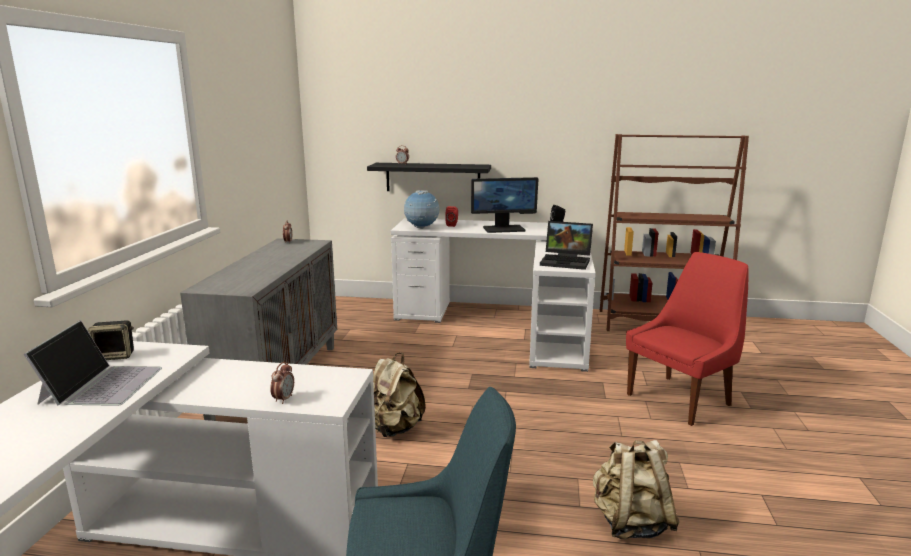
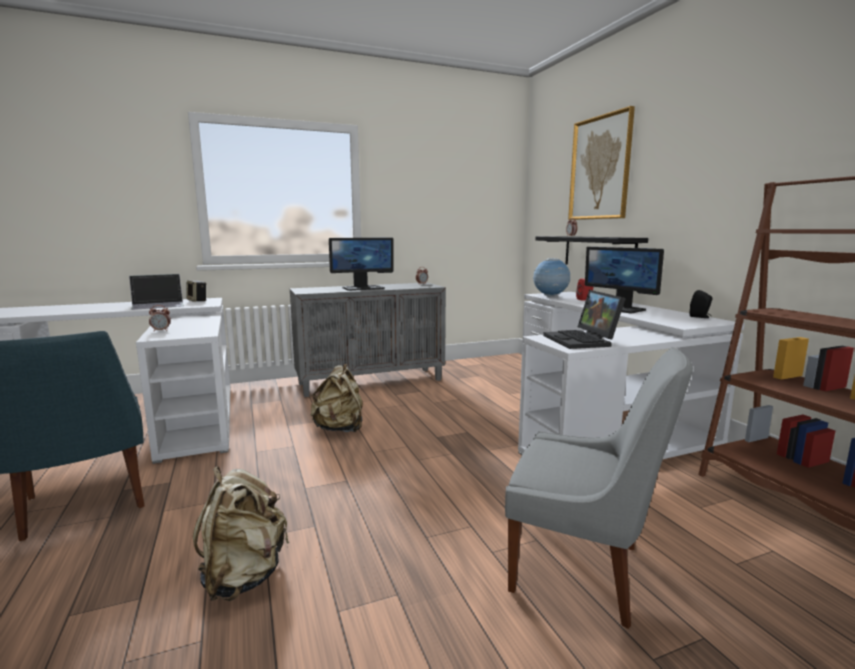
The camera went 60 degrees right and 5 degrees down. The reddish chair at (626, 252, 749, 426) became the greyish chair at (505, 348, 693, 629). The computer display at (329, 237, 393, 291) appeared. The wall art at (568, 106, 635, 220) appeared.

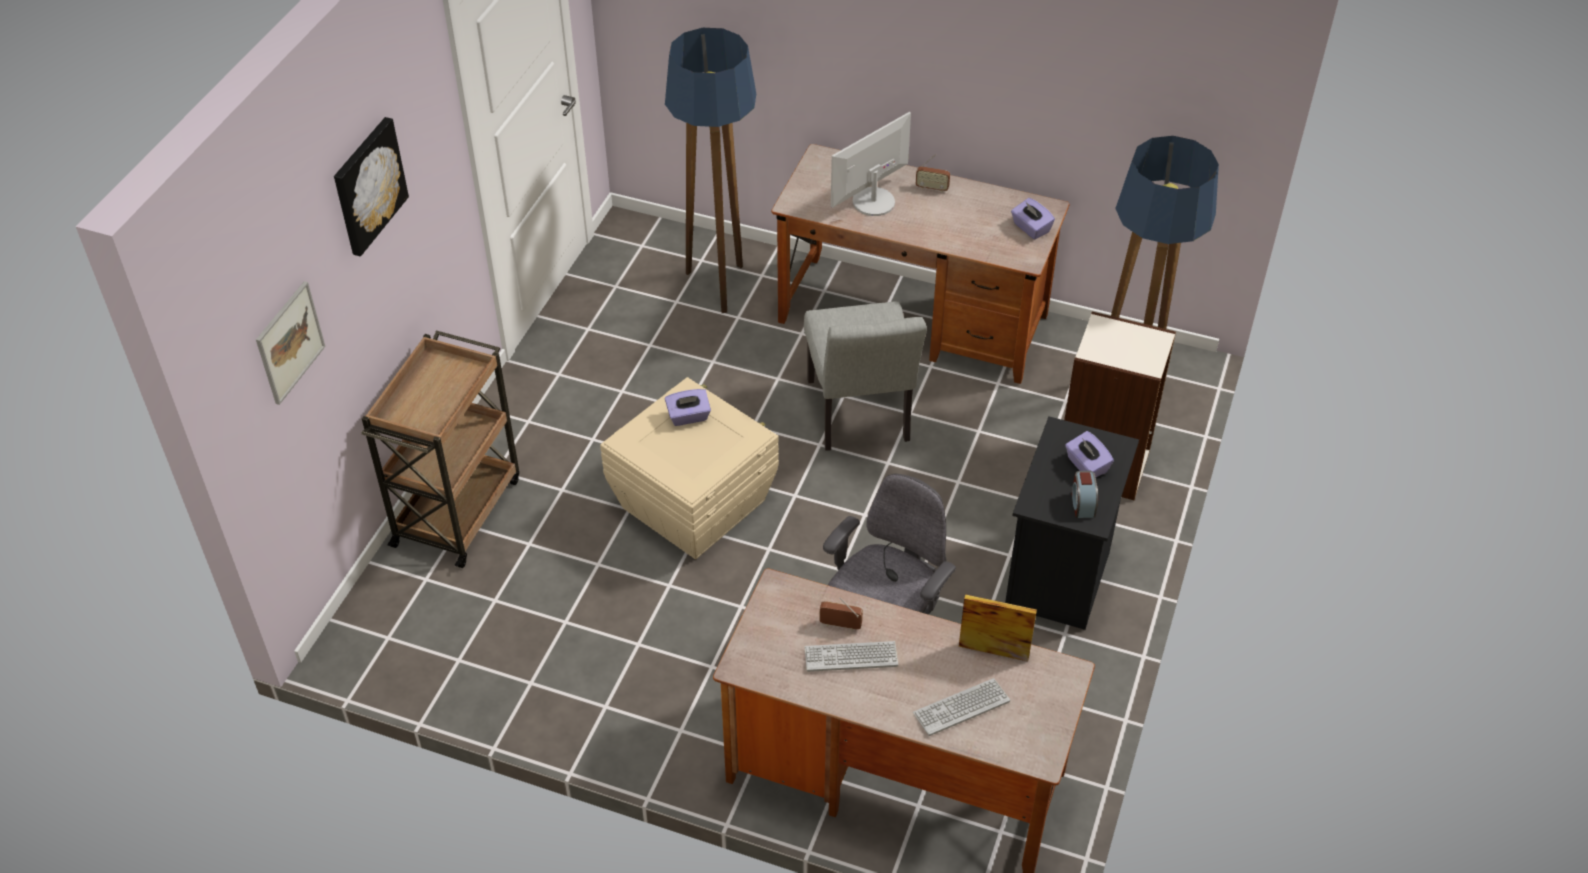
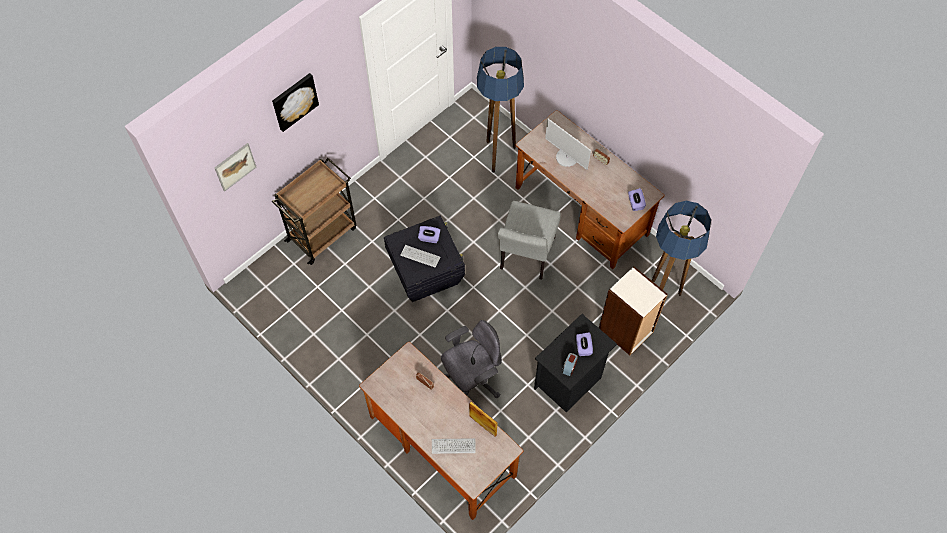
The camera went 25 degrees right and 15 degrees up. The beige storage container at (600, 377, 779, 559) became the black storage container at (384, 216, 465, 302). The PC keyboard moved from (804, 641, 898, 672) to (400, 245, 440, 267). The computer display at (831, 112, 911, 216) turned 120 degrees counterclockwise.

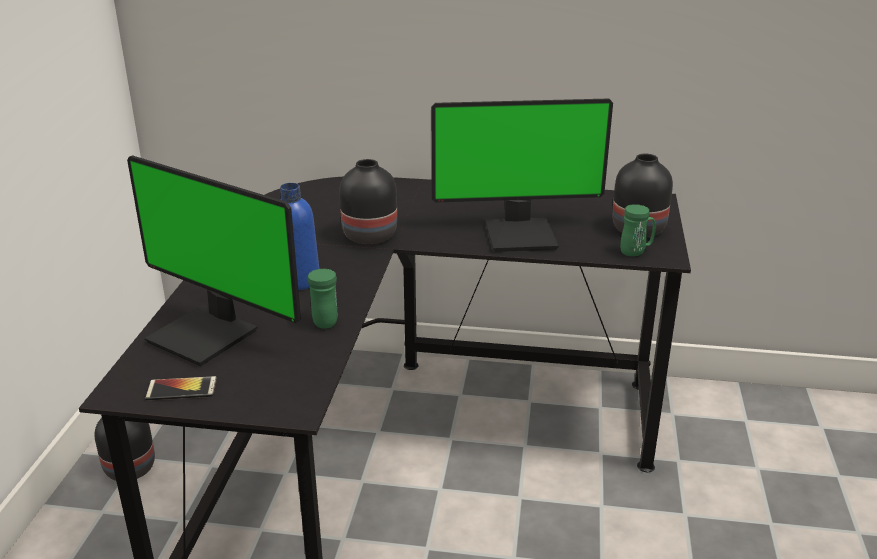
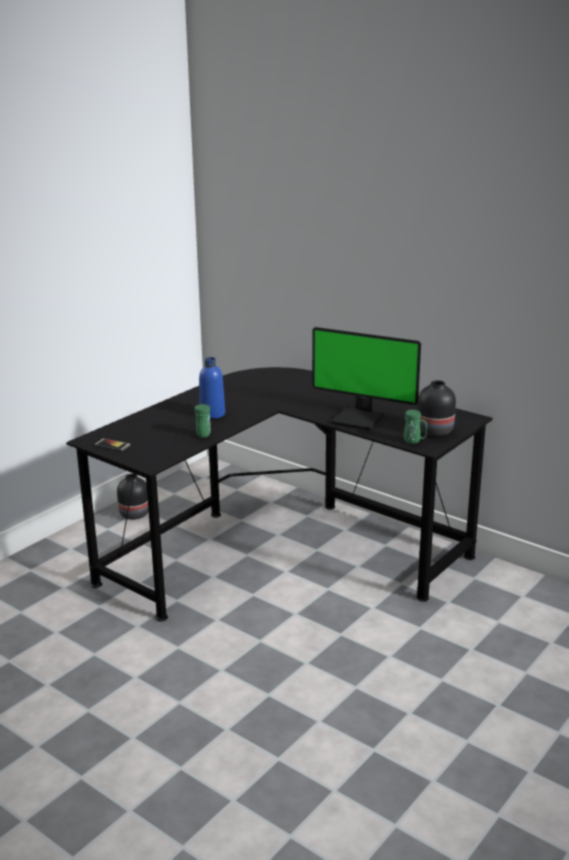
The camera went 30 degrees right and 5 degrees down. The computer display at (127, 155, 301, 366) disappeared. The black decorative vase at (339, 159, 397, 244) disappeared.

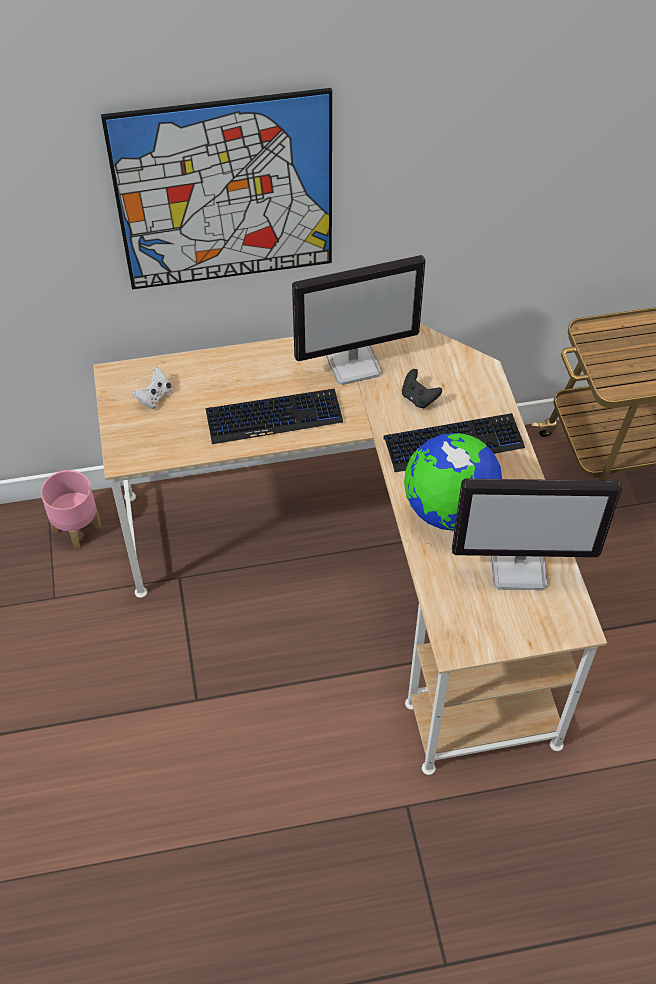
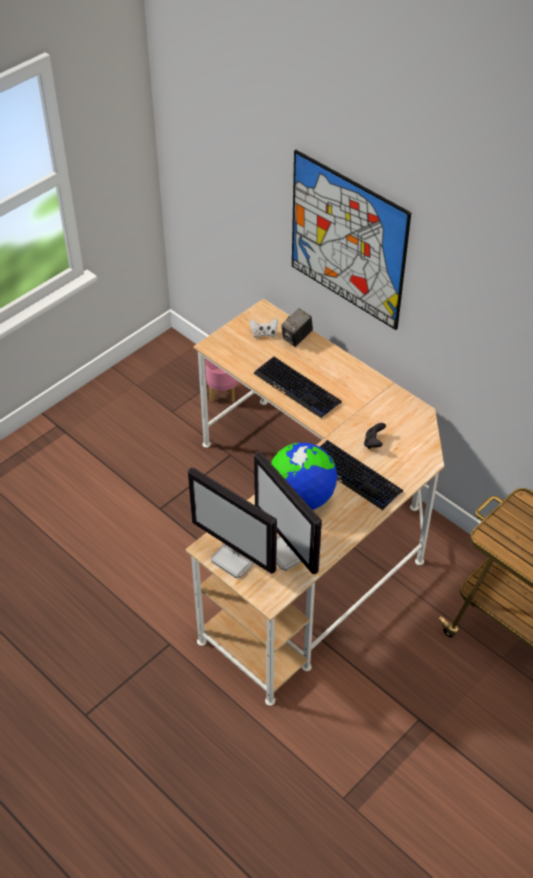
The camera went 55 degrees right and 5 degrees down. The computer display moved from (292, 255, 426, 385) to (188, 467, 277, 578). The photo camera at (282, 308, 313, 347) appeared.

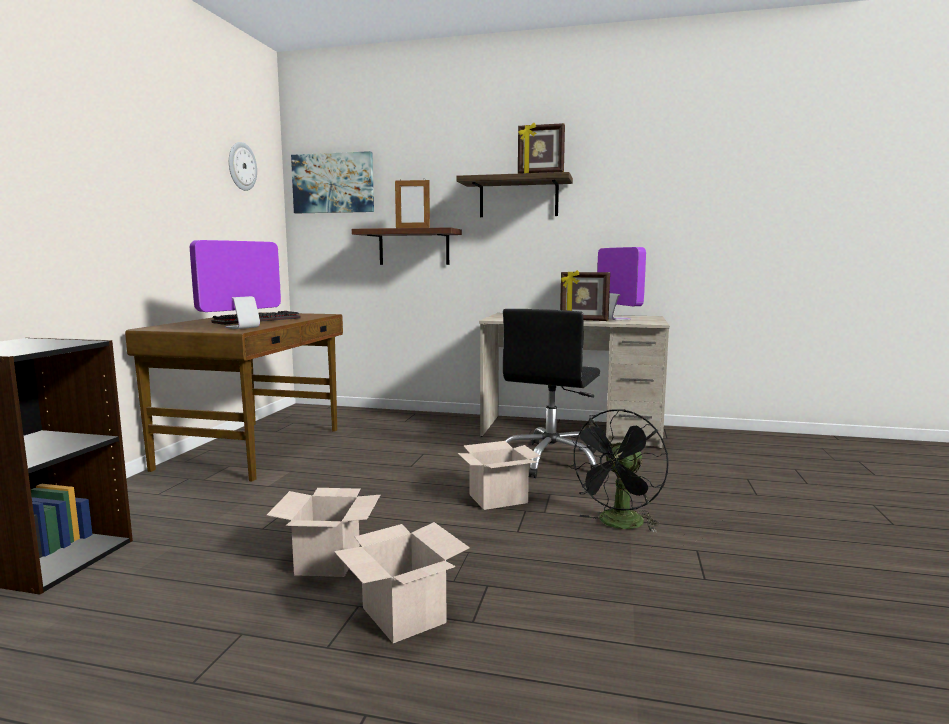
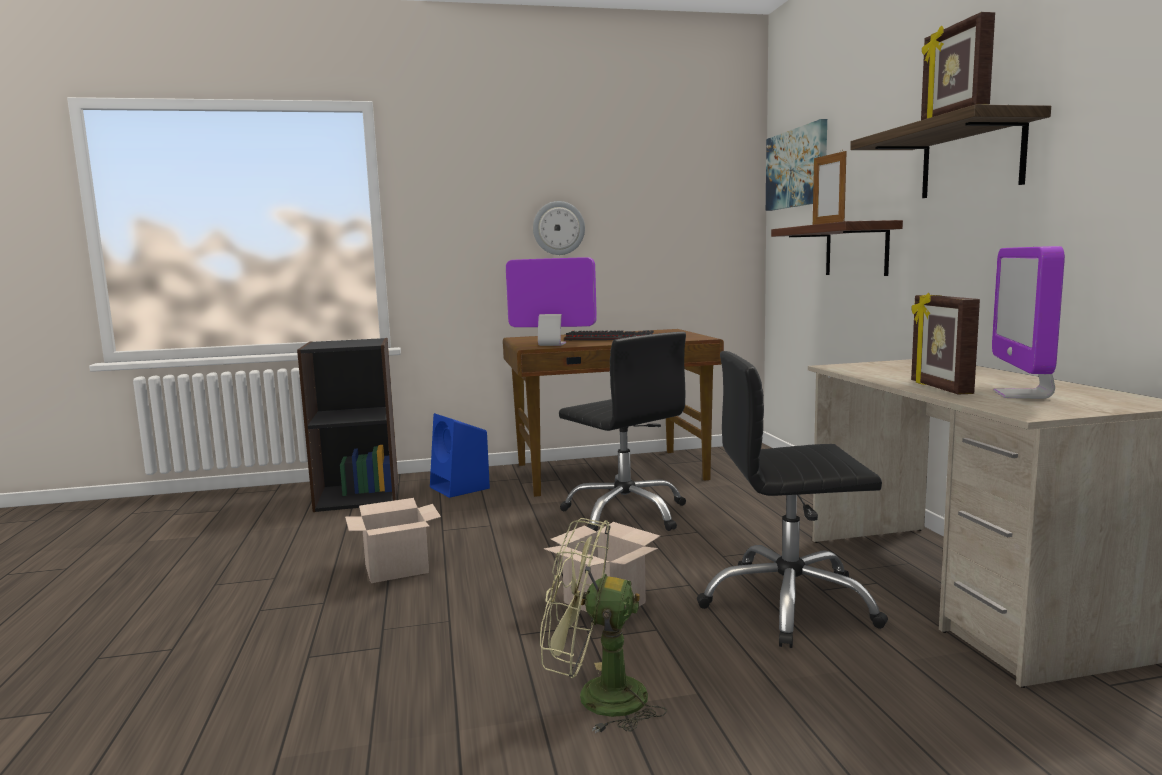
The camera went 65 degrees right and 0 degrees up. The wall clock moved from (229, 142, 257, 191) to (533, 201, 585, 255). The cardboard box at (334, 522, 470, 643) disappeared. The black cooling fan at (567, 409, 669, 533) became the greenish cooling fan at (540, 518, 667, 734). The computer display at (597, 247, 646, 320) turned 150 degrees clockwise. The blue speaker at (430, 413, 490, 498) appeared. The black computer chair at (559, 332, 686, 532) appeared.

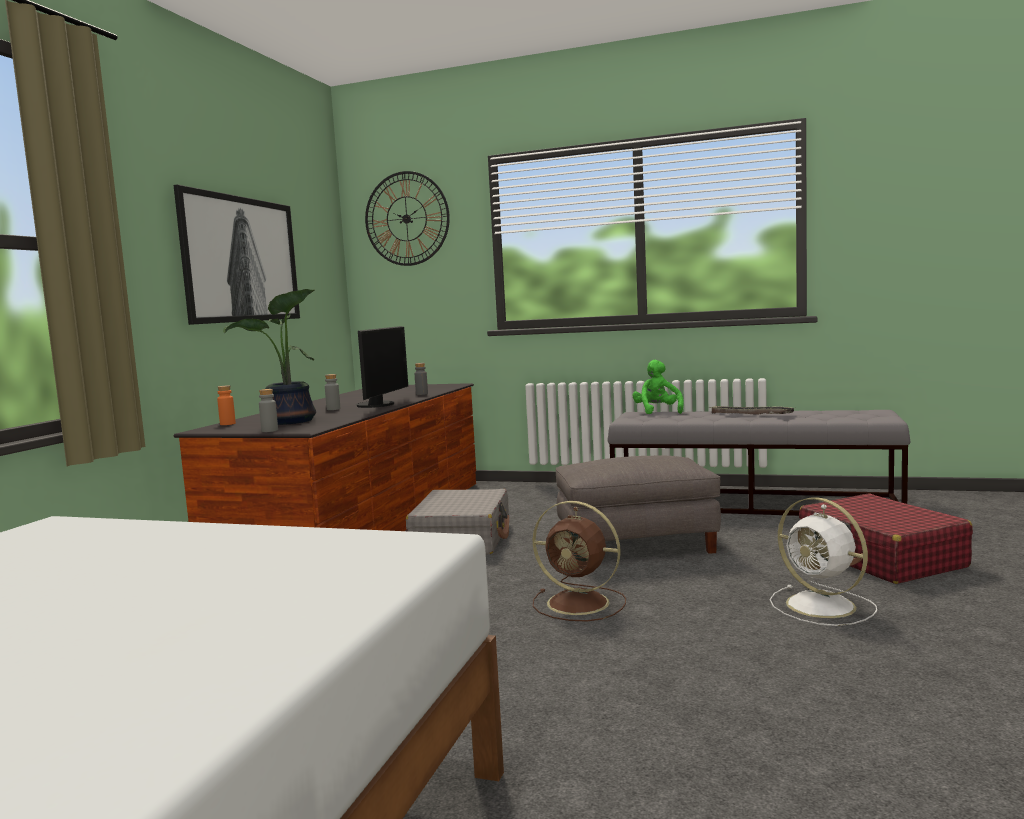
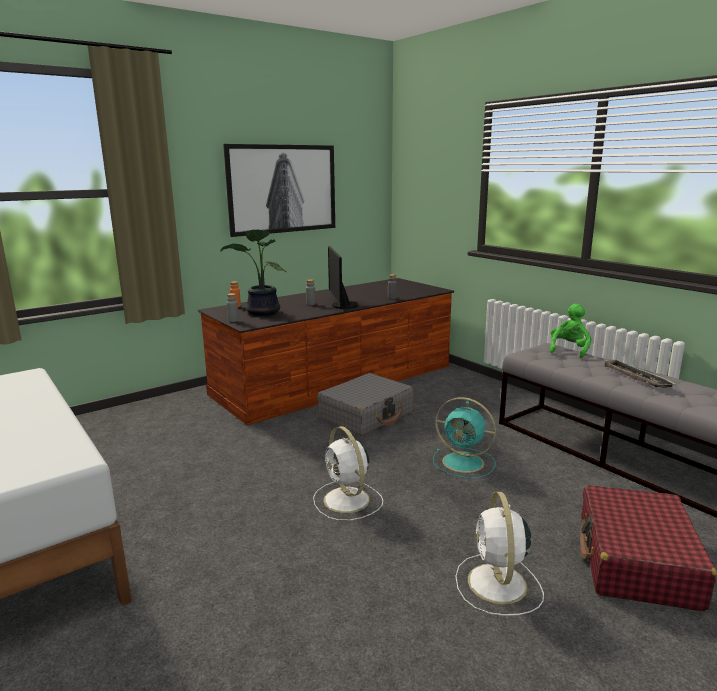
The camera went 35 degrees right and 10 degrees up. The computer display at (356, 326, 408, 408) turned 120 degrees clockwise. The wall clock at (365, 171, 450, 266) disappeared. The brownish cooling fan at (533, 501, 626, 622) became the white cooling fan at (313, 426, 383, 521). The greyish pouffe at (556, 456, 721, 554) was replaced by the turquoise cooling fan at (433, 397, 496, 478).

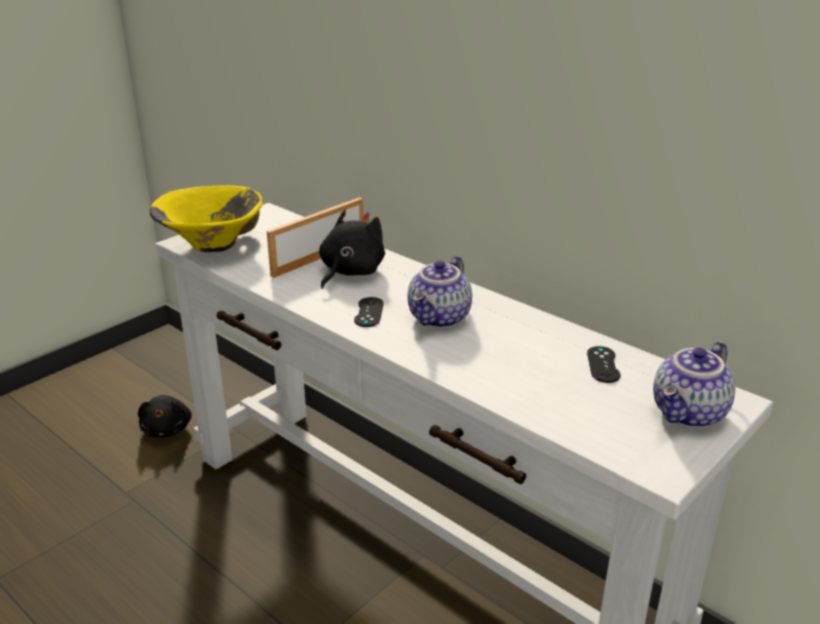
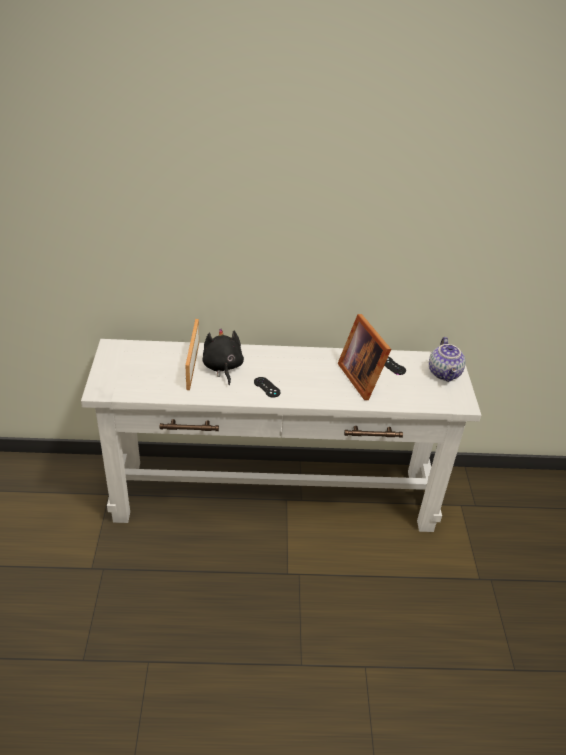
The camera went 45 degrees left and 10 degrees up. The black soft toy at (138, 395, 192, 438) disappeared. The yellow-coloured serving bowl at (150, 185, 263, 252) disappeared. The tea pot at (408, 256, 472, 329) disappeared. The standing frame at (338, 314, 391, 400) appeared.

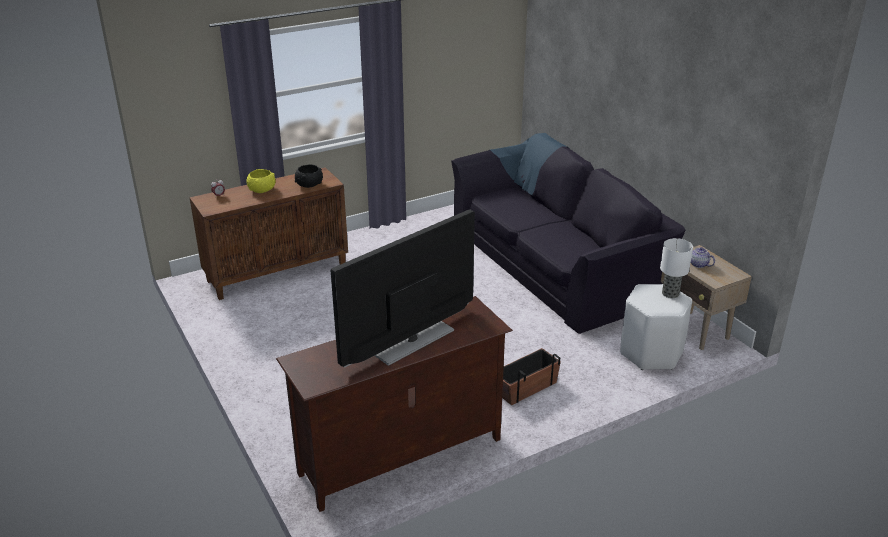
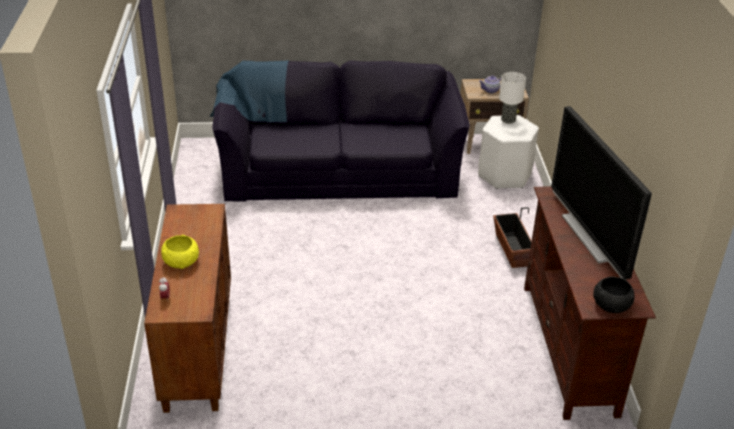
The camera went 65 degrees left and 5 degrees up. The black serving bowl moved from (295, 164, 323, 188) to (593, 276, 635, 313).

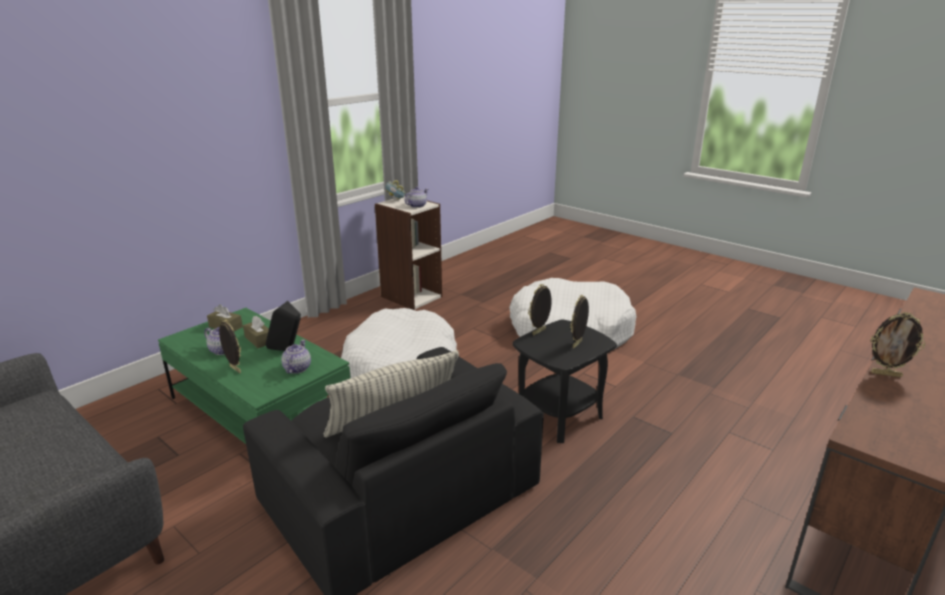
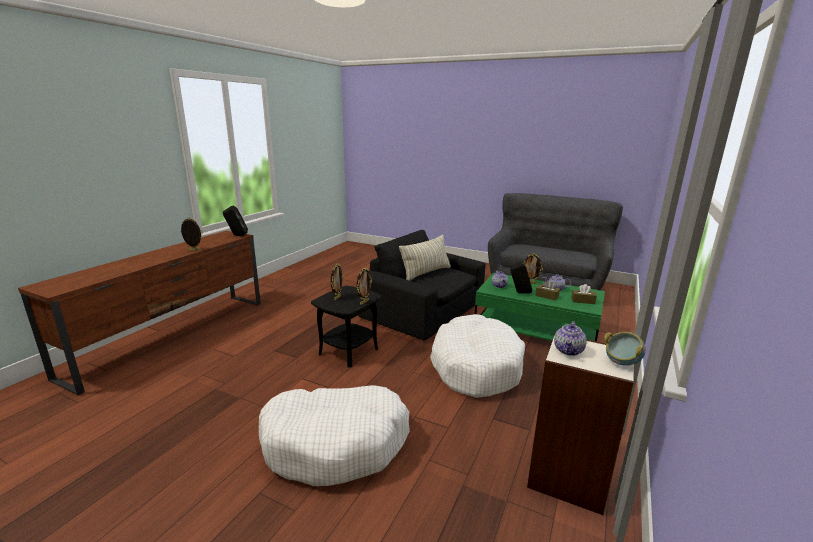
The camera went 165 degrees right and 5 degrees down. The black speaker at (223, 206, 248, 236) appeared.

